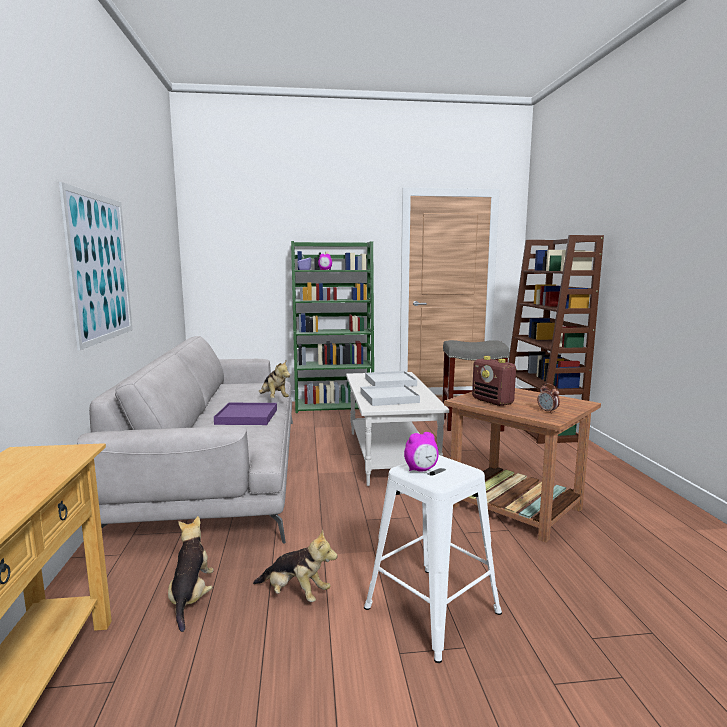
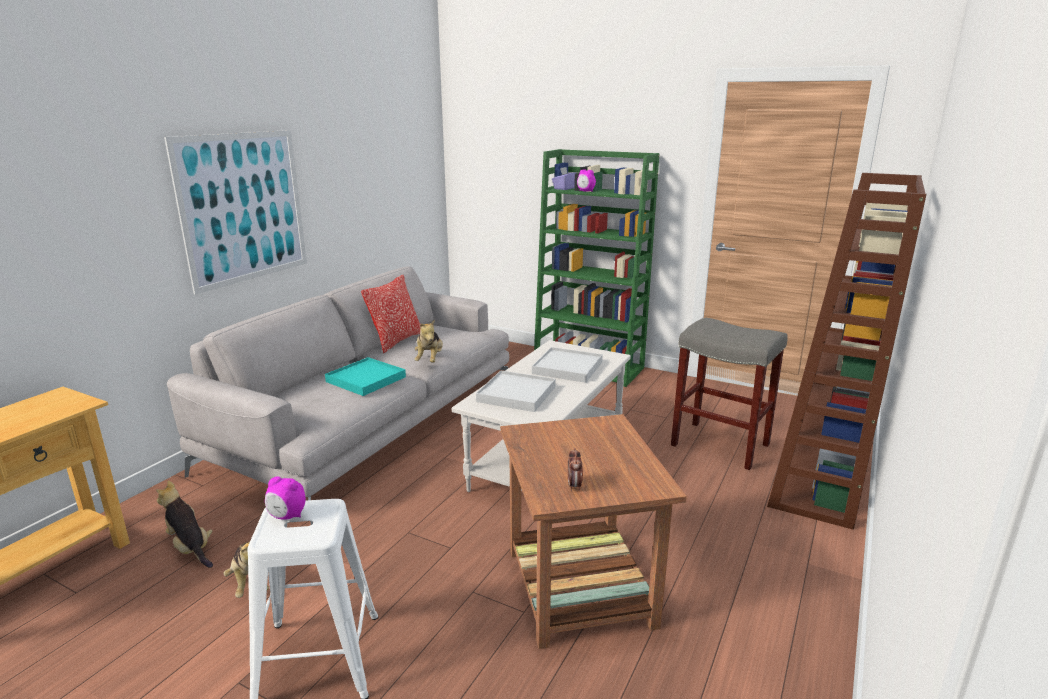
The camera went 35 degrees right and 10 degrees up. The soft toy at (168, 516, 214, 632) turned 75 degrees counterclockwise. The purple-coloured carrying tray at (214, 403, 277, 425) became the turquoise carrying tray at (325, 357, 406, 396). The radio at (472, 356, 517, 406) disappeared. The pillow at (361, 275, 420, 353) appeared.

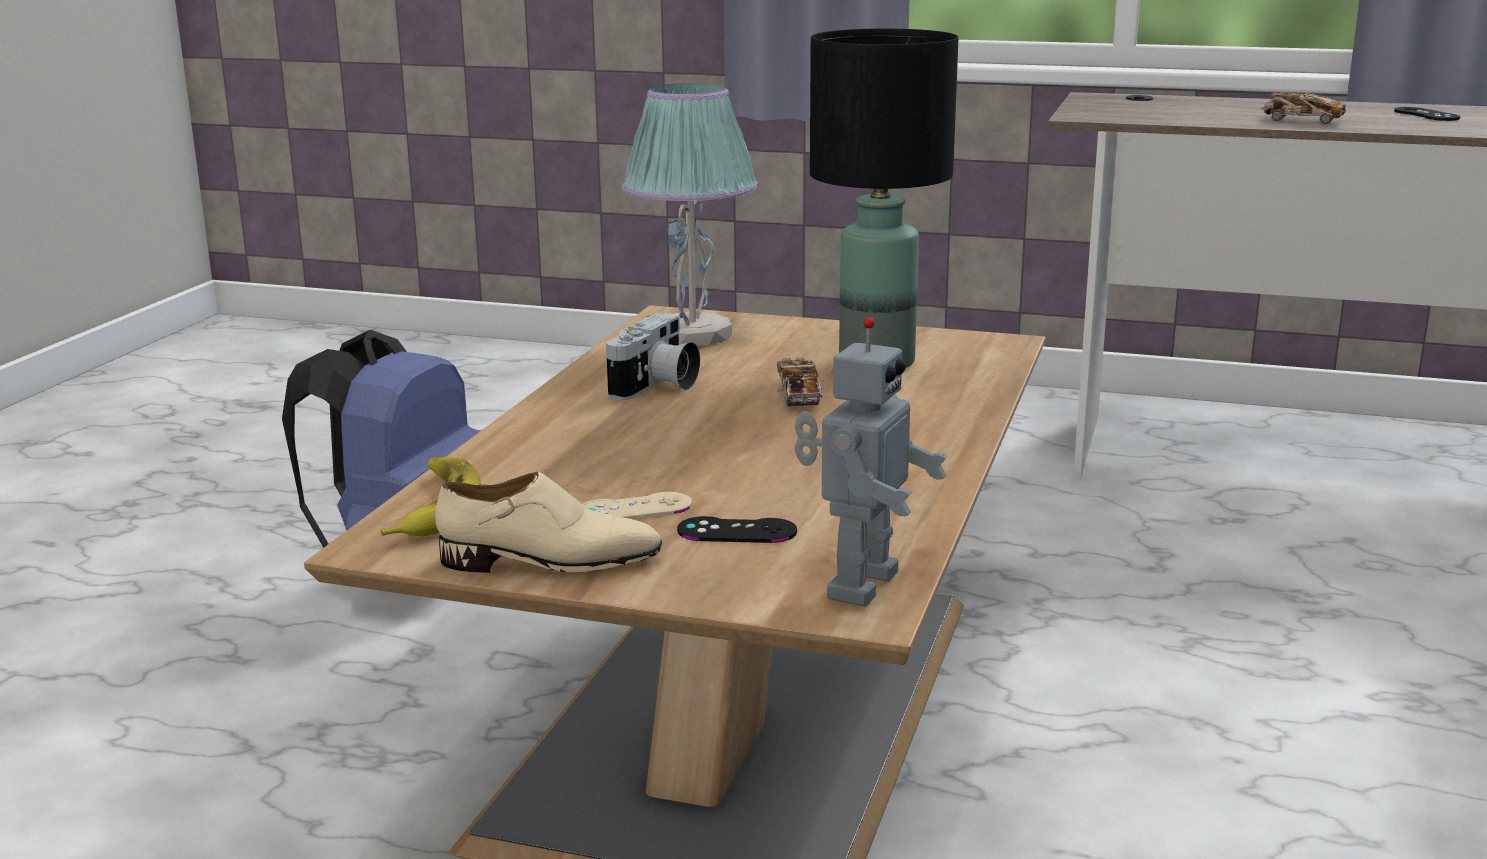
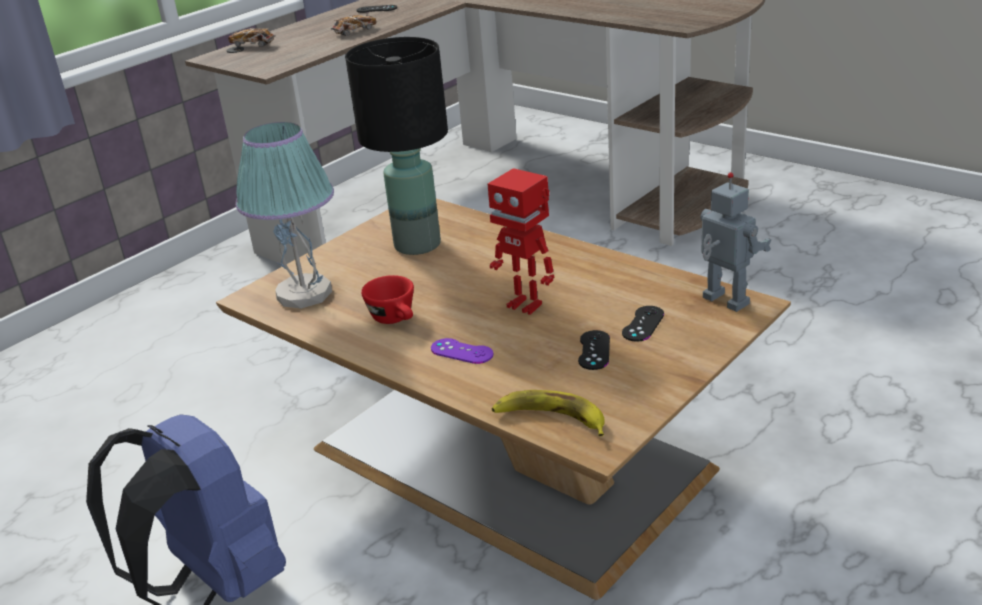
The camera went 65 degrees left and 10 degrees up. The beige low shoe at (435, 472, 662, 573) disappeared. The beige game controller at (582, 492, 692, 519) became the black game controller at (578, 330, 610, 370). The photo camera at (606, 313, 700, 400) was replaced by the reddish small cup at (361, 275, 414, 324). The miniature car moved from (777, 357, 825, 406) to (228, 27, 276, 47). The purple-coloured game controller at (431, 338, 493, 364) appeared. The model robot at (488, 168, 554, 315) appeared.

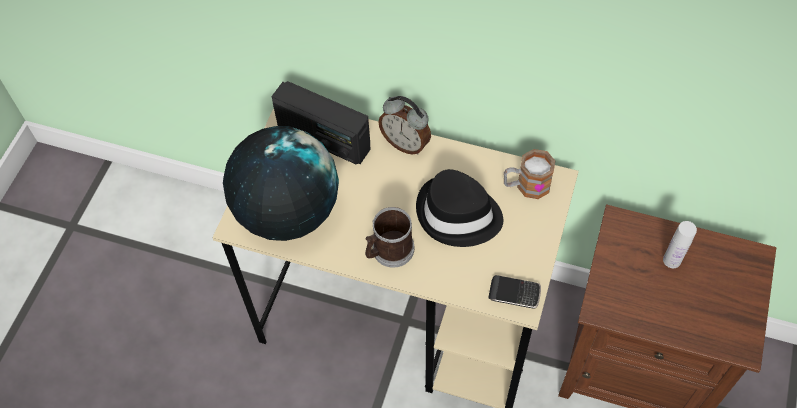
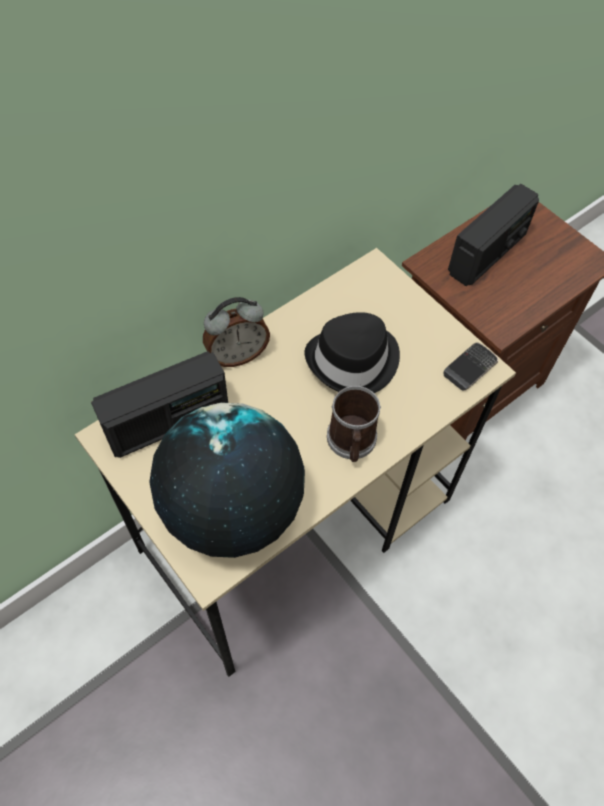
The camera went 60 degrees left and 0 degrees up. The coffee mug at (504, 149, 555, 199) disappeared. The white drink bottle at (663, 221, 697, 268) was replaced by the radio at (448, 184, 539, 286).

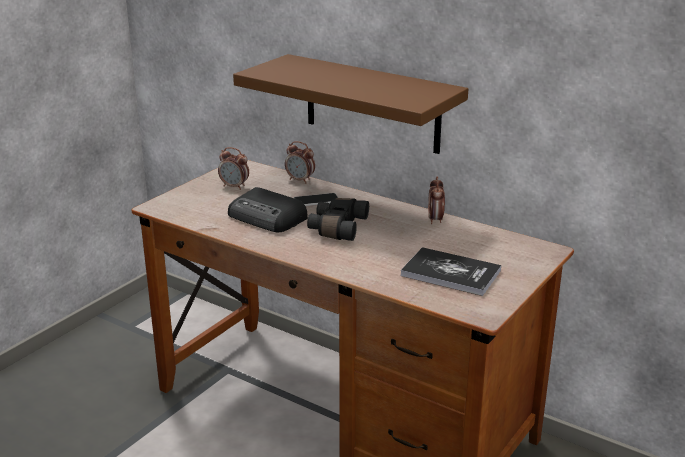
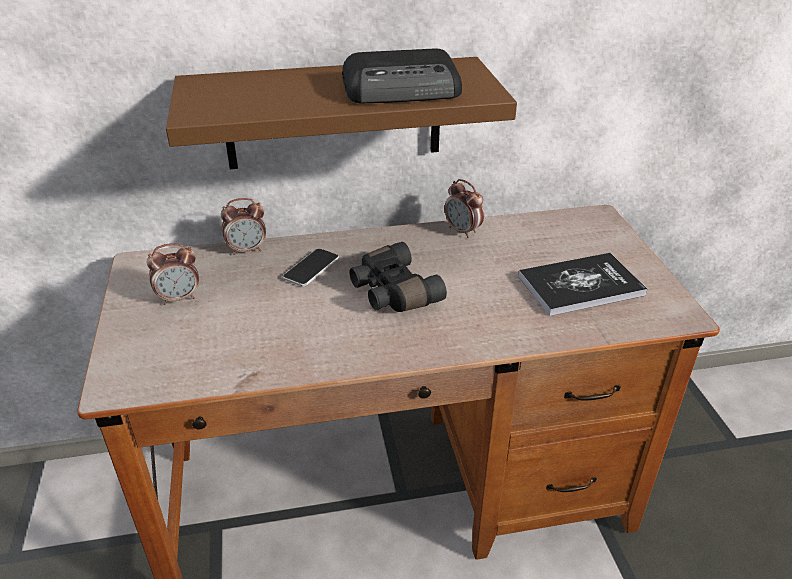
The camera went 45 degrees left and 10 degrees up. The radio moved from (228, 187, 308, 233) to (342, 49, 462, 103).

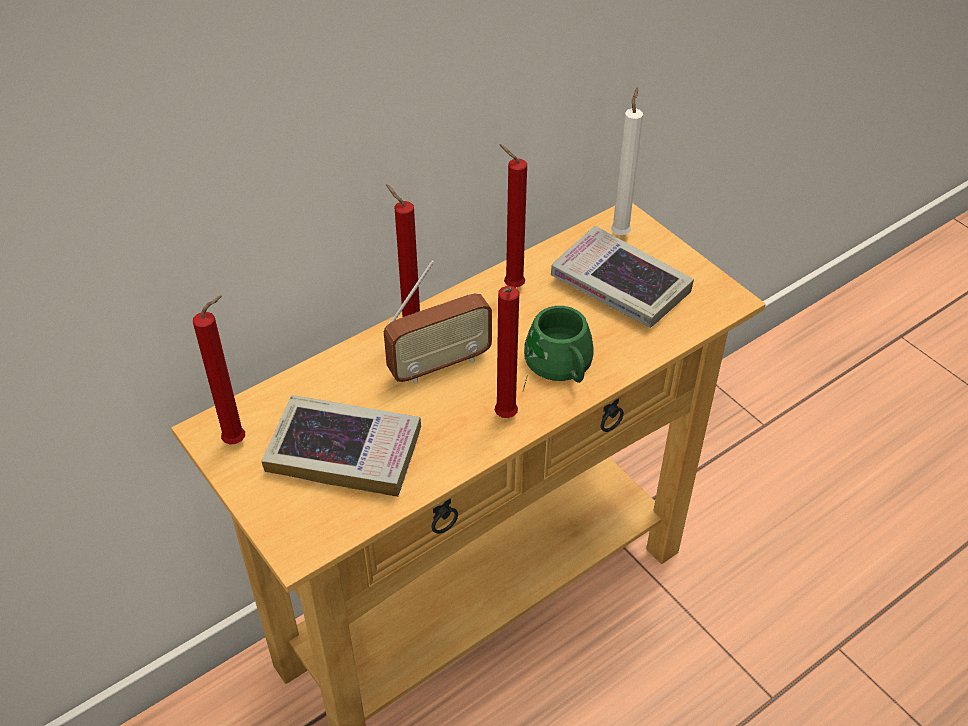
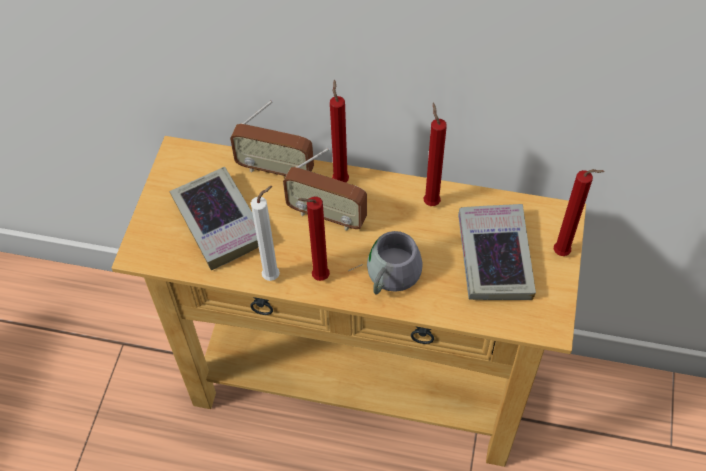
The camera went 50 degrees right and 10 degrees up. The reddish candle moved from (193, 296, 245, 445) to (554, 169, 605, 256). The greenish coffee mug at (523, 306, 594, 391) became the greyish coffee mug at (348, 231, 423, 294). The white candle moved from (611, 88, 643, 236) to (251, 186, 280, 281). The radio at (230, 100, 314, 176) appeared.

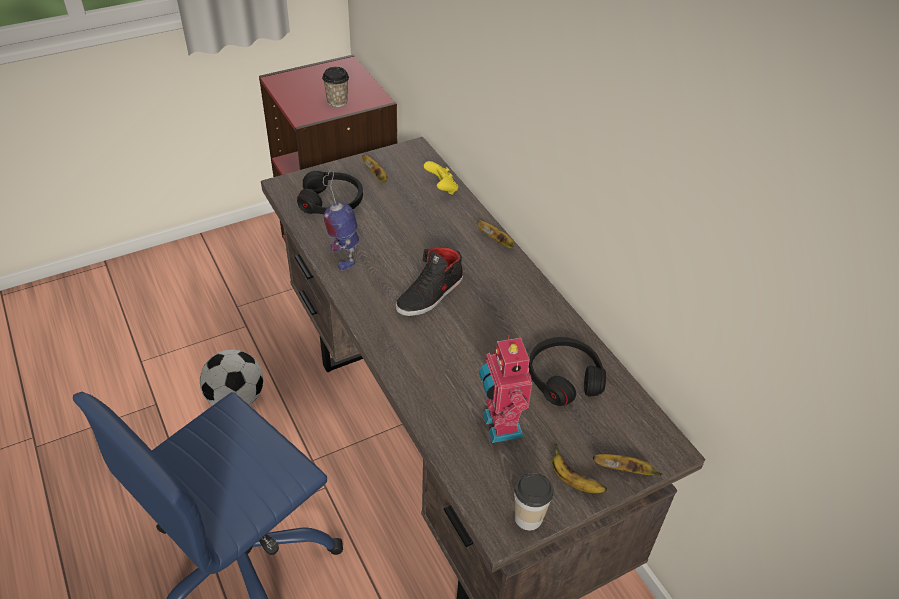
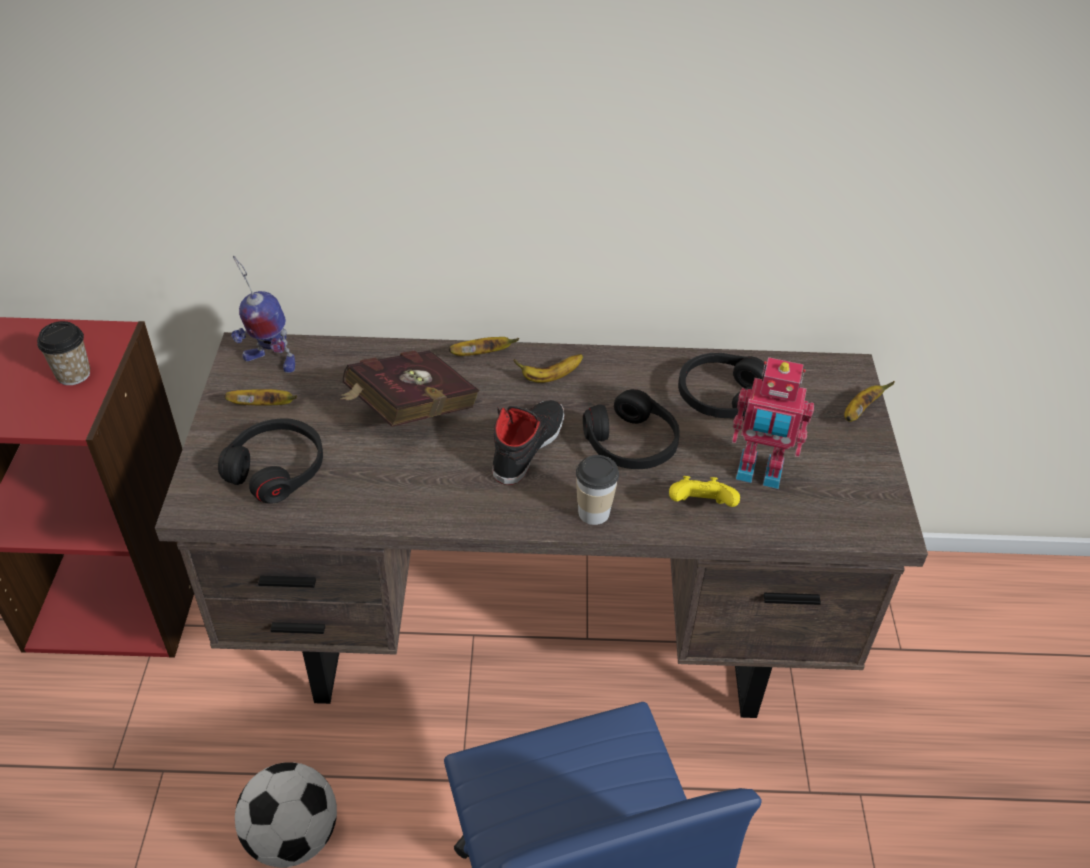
The camera went 60 degrees left and 0 degrees up. The model robot moved from (323, 169, 359, 271) to (231, 256, 295, 373). The black low shoe at (395, 247, 463, 316) turned 135 degrees counterclockwise. The yellow-coloured game controller moved from (423, 161, 458, 195) to (669, 476, 740, 507). The small cup moved from (514, 473, 553, 530) to (576, 455, 619, 525). The banana fruit moved from (552, 442, 607, 493) to (513, 354, 583, 383). The reddish book at (340, 350, 479, 427) appeared. The black headset at (583, 389, 680, 469) appeared.

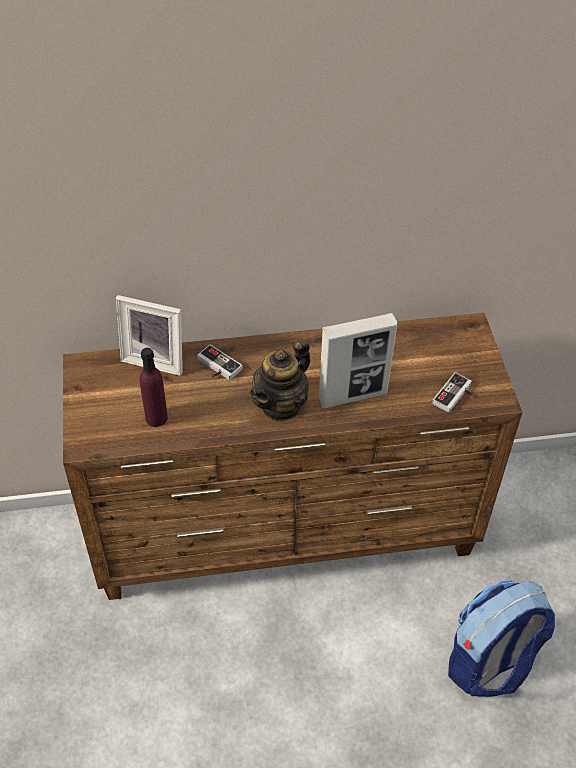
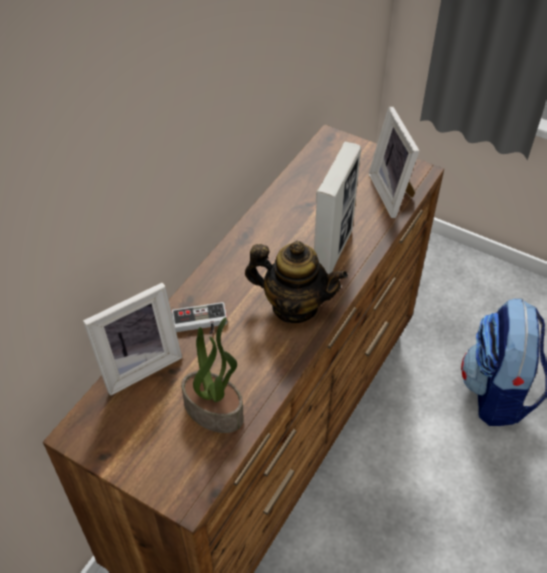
The camera went 50 degrees left and 0 degrees up. The purple-coloured drink bottle at (140, 348, 168, 427) was replaced by the plant in a pot at (181, 317, 244, 433). The tea pot at (250, 339, 310, 422) turned 60 degrees counterclockwise. The game controller at (432, 372, 473, 413) was replaced by the standing frame at (368, 107, 419, 218).

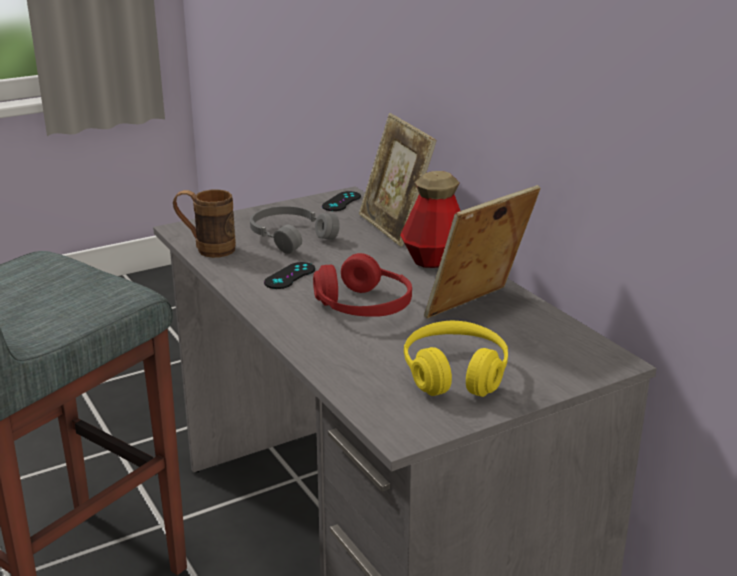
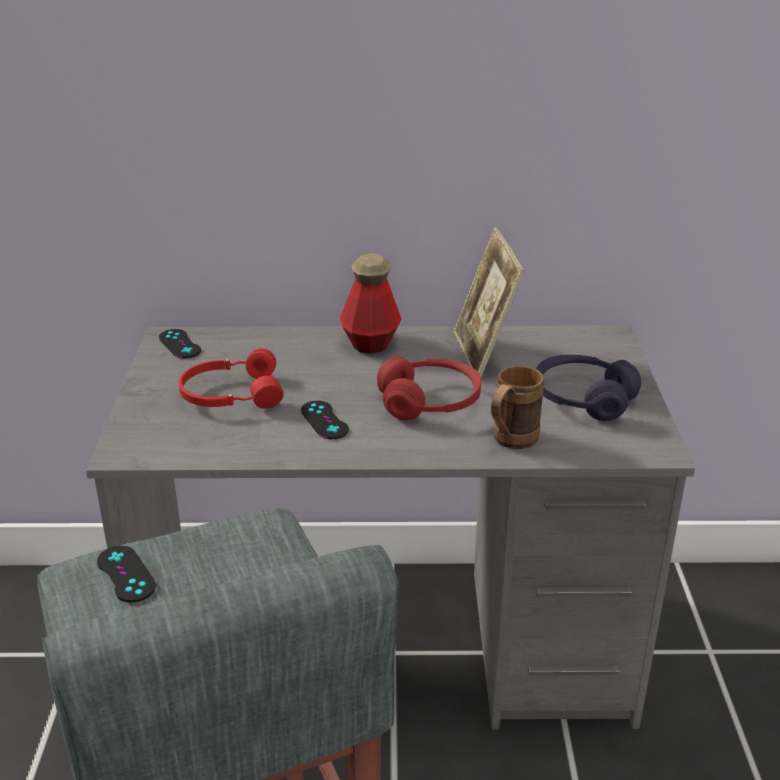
The camera went 60 degrees left and 5 degrees up. The brownish coffee mug moved from (173, 190, 236, 258) to (491, 366, 544, 449). The greyish headset at (250, 206, 340, 254) became the reddish headset at (179, 348, 284, 409). The standing frame at (359, 113, 436, 246) disappeared. The yellow-coloured headset at (404, 321, 508, 397) became the purple-coloured headset at (536, 355, 641, 421). The black game controller at (97, 546, 156, 602) appeared.

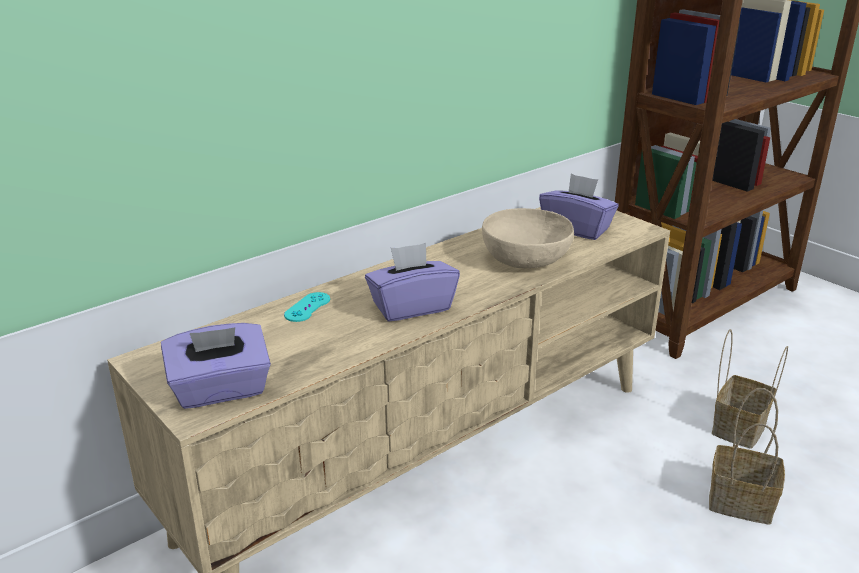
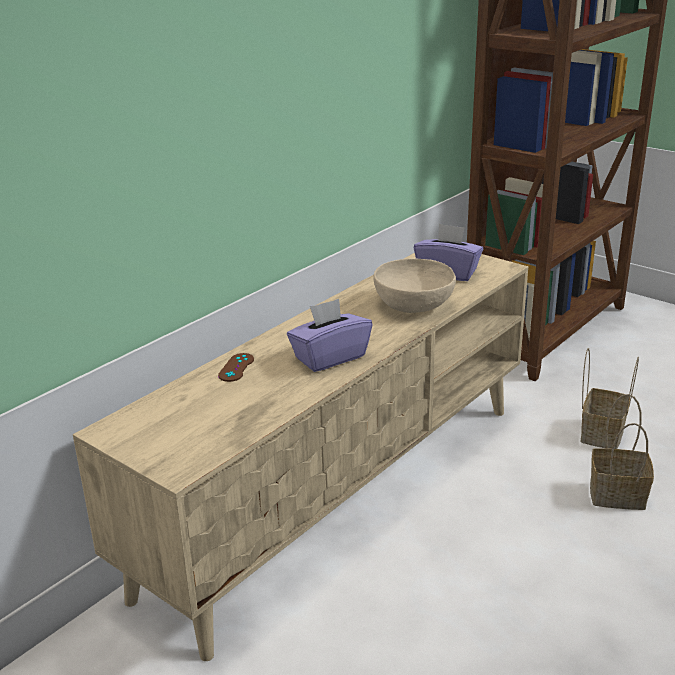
The camera went 10 degrees left and 0 degrees up. The purple-coloured tissue holder at (161, 323, 271, 409) disappeared. The turquoise game controller at (284, 292, 330, 322) became the brownish game controller at (218, 353, 254, 382).

